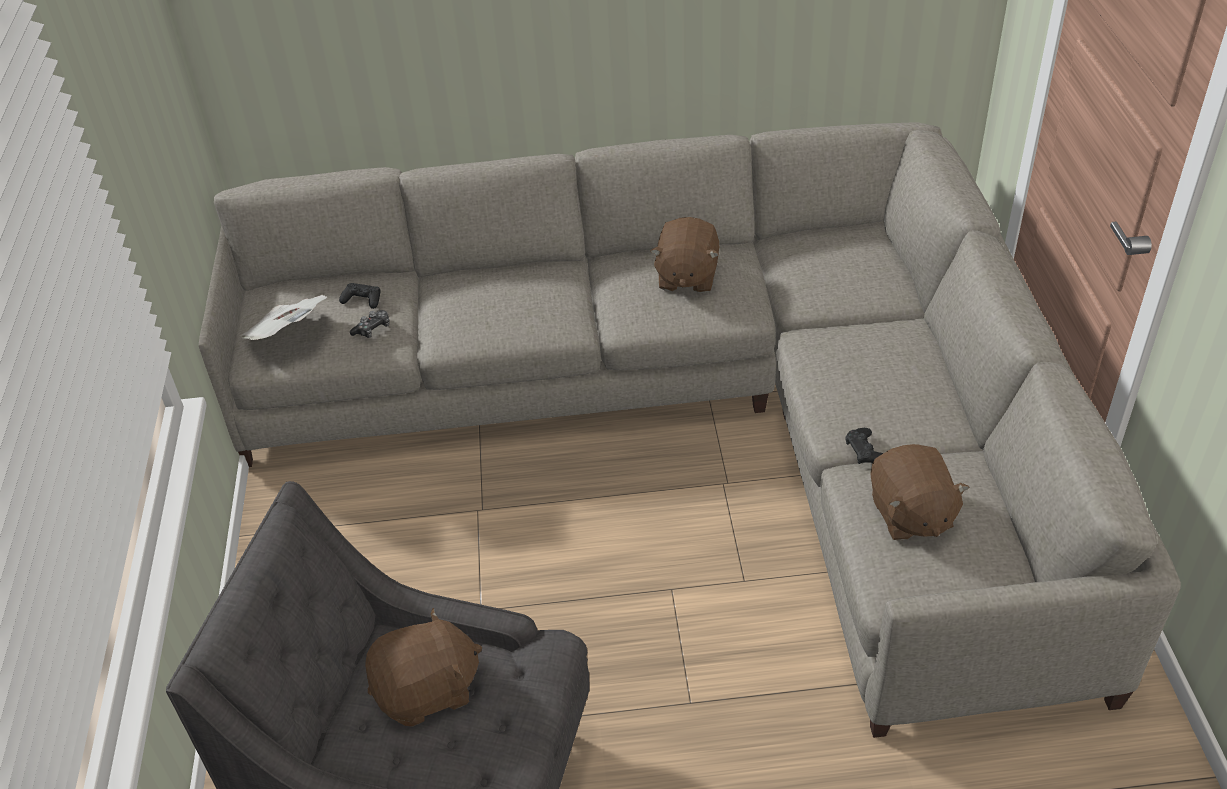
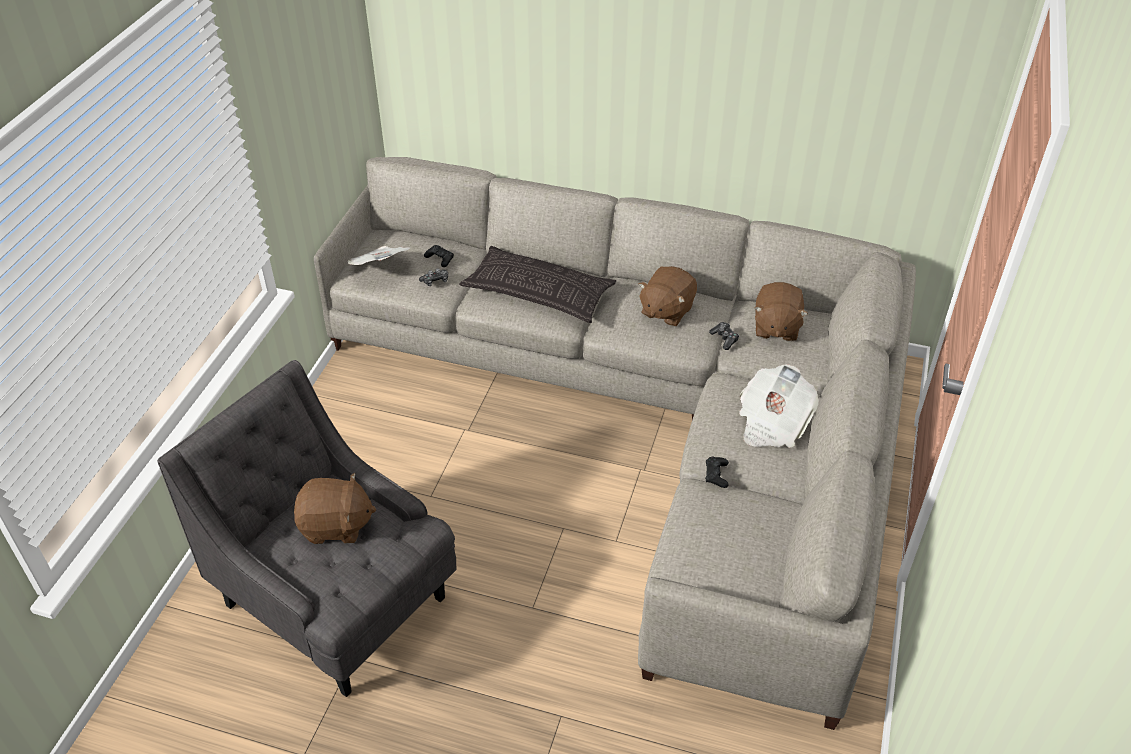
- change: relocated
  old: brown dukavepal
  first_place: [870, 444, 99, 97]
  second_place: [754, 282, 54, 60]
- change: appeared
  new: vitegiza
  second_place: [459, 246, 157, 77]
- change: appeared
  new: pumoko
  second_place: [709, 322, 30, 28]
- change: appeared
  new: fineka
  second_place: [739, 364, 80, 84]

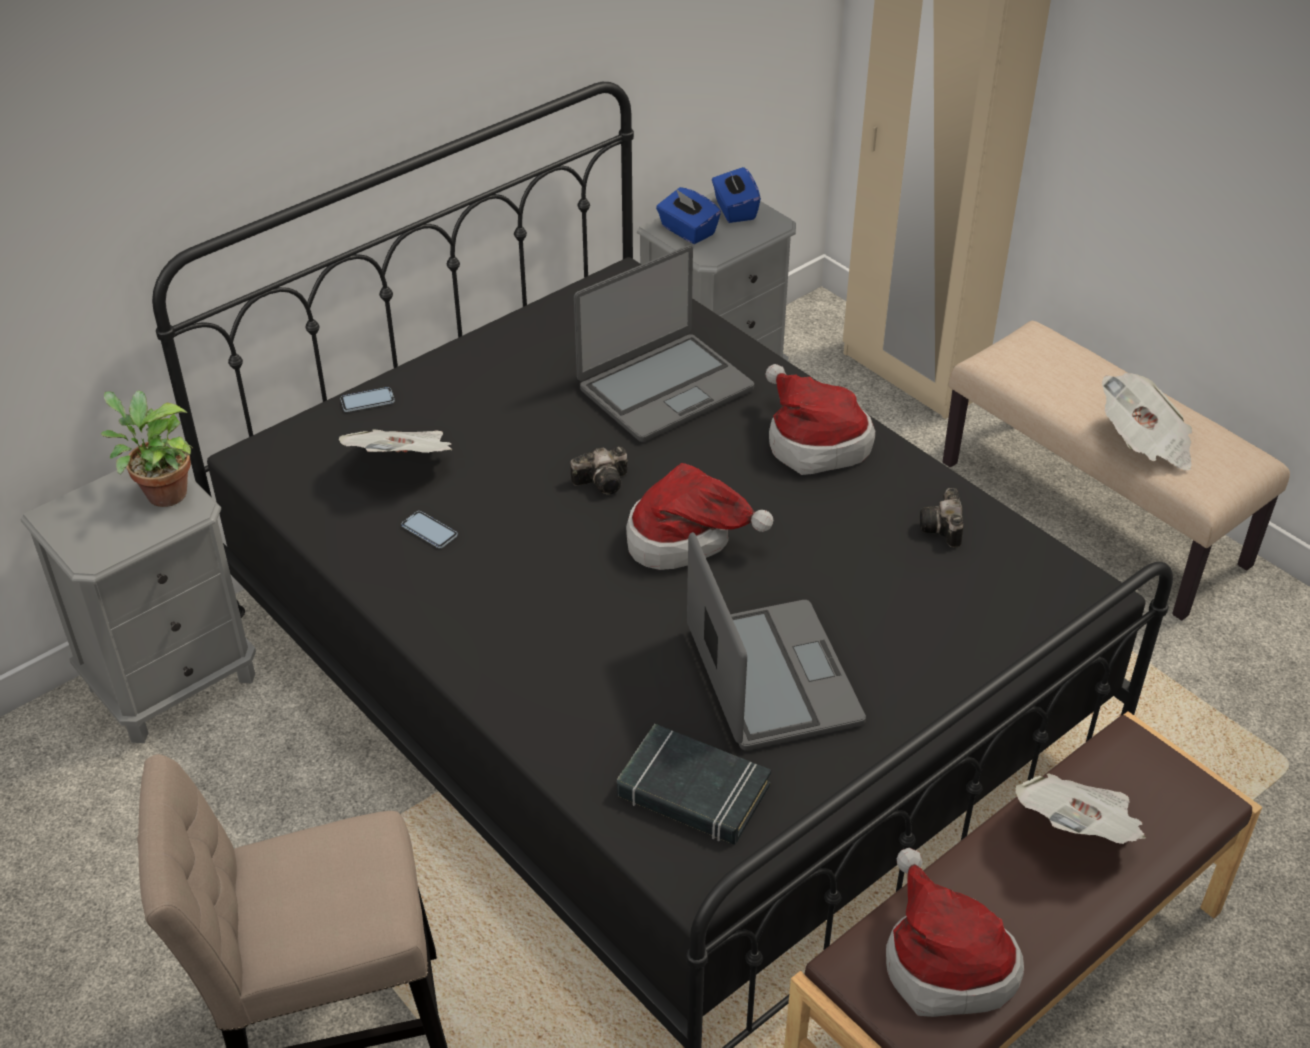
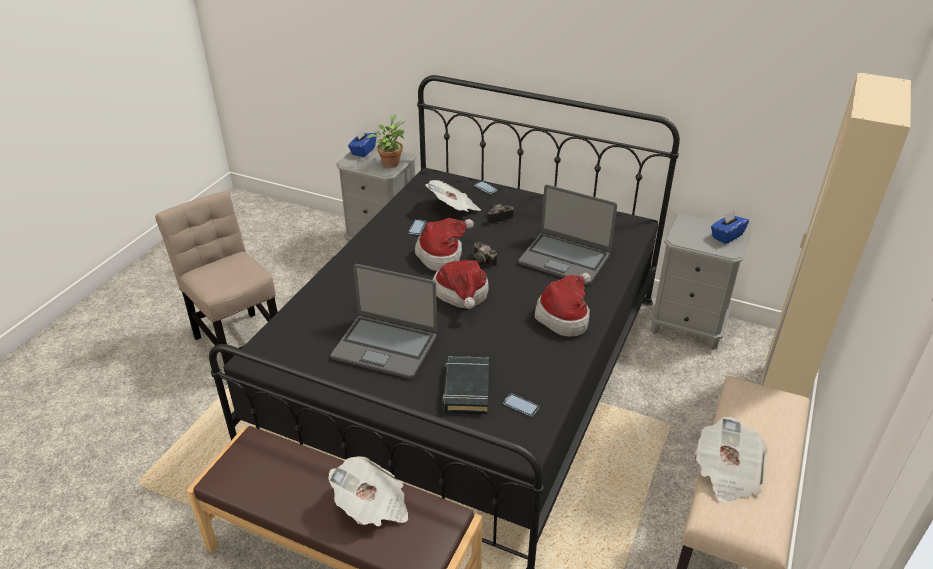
- change: relocated
  old: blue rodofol
  first_place: [656, 187, 65, 57]
  second_place: [348, 128, 29, 29]
- change: relocated
  old: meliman
  first_place: [920, 488, 43, 59]
  second_place: [488, 204, 26, 20]
- change: spun
  old: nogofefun
  first_place: [687, 532, 179, 219]
  second_place: [331, 264, 106, 115]
  degrees: 60
- change: relocated
  old: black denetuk
  first_place: [617, 724, 154, 120]
  second_place: [443, 356, 46, 58]
- change: relocated
  old: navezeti
  first_place: [886, 848, 138, 169]
  second_place: [415, 218, 59, 53]
- change: appeared
  new: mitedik
  second_place: [503, 393, 36, 24]

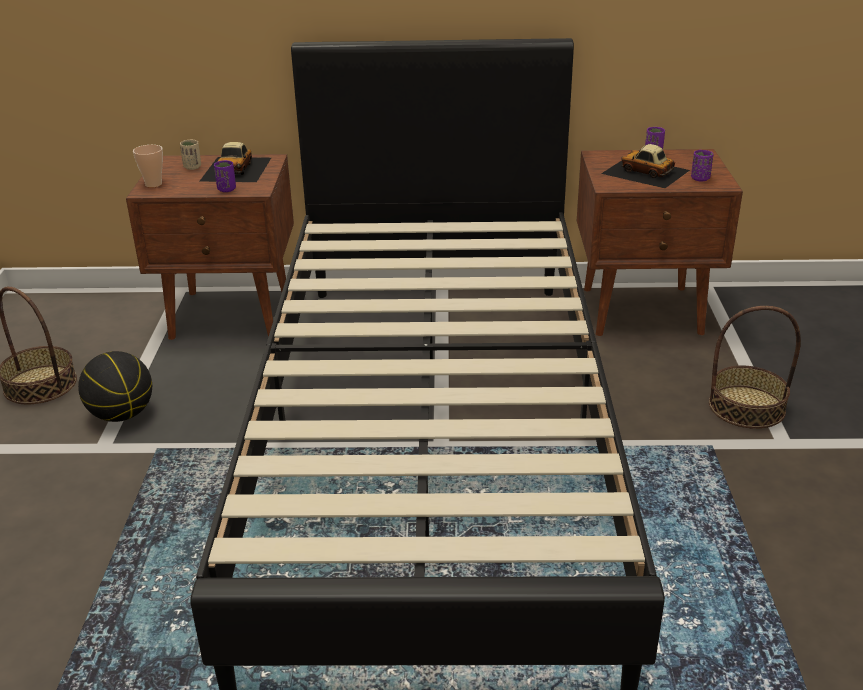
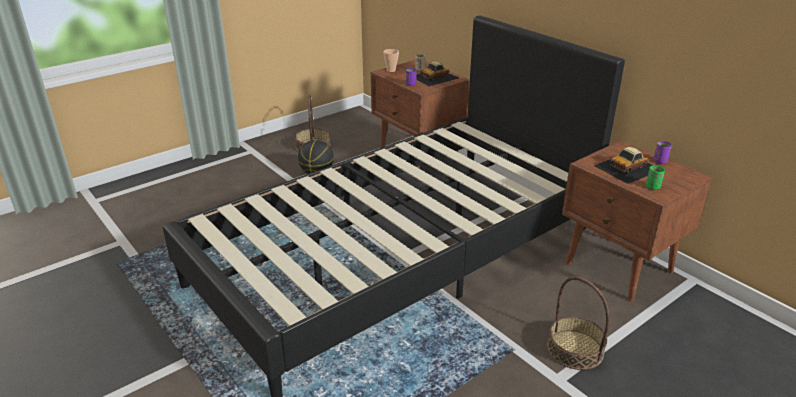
- change: spun
  old: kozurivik
  first_place: [601, 144, 89, 44]
  second_place: [594, 147, 58, 37]
  degrees: -120
- change: colour
  old: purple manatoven
  new: green manatoven
  first_place: [691, 150, 23, 31]
  second_place: [646, 165, 19, 25]

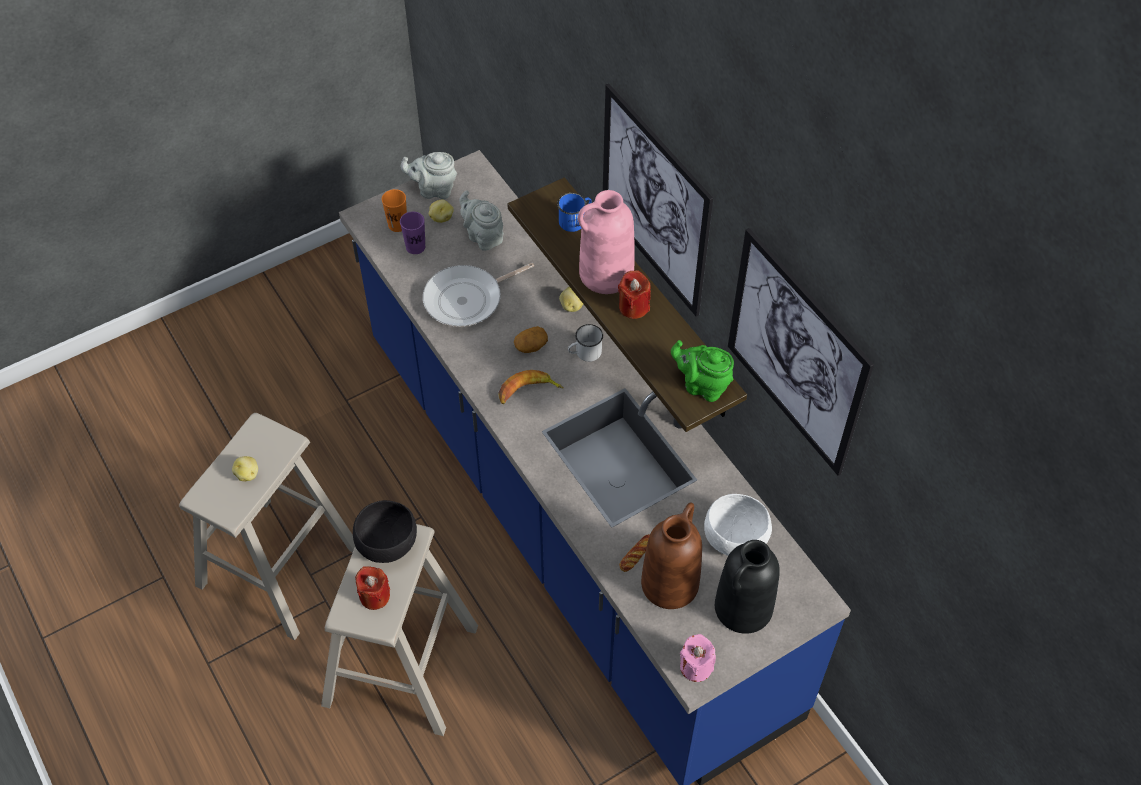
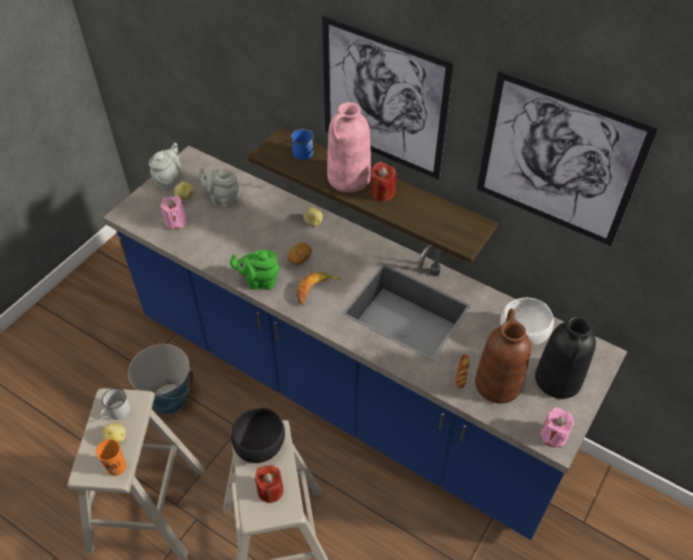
- change: spun
  old: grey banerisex
  first_place: [400, 152, 57, 47]
  second_place: [149, 143, 32, 48]
  degrees: 135
- change: relocated
  old: orange manatoven
  first_place: [382, 189, 25, 43]
  second_place: [96, 439, 30, 37]
- change: exchanged
  old: purple manatoven
  new: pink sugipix
  first_place: [400, 212, 25, 42]
  second_place: [160, 196, 27, 34]
- change: missing
  old: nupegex
  first_place: [423, 263, 111, 64]
- change: relocated
  old: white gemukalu
  first_place: [568, 324, 35, 38]
  second_place: [99, 388, 31, 32]
- change: relocated
  old: green banerisex
  first_place: [671, 340, 63, 62]
  second_place: [230, 250, 50, 40]
- change: appeared
  new: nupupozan
  second_place: [128, 343, 65, 71]

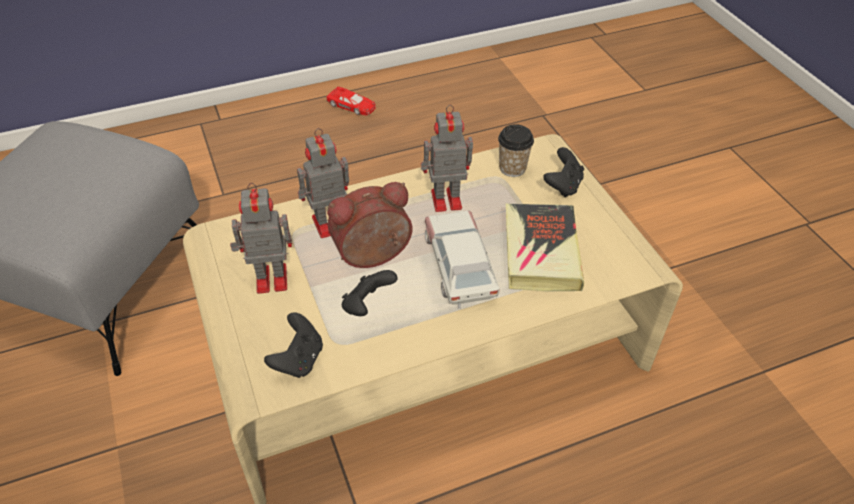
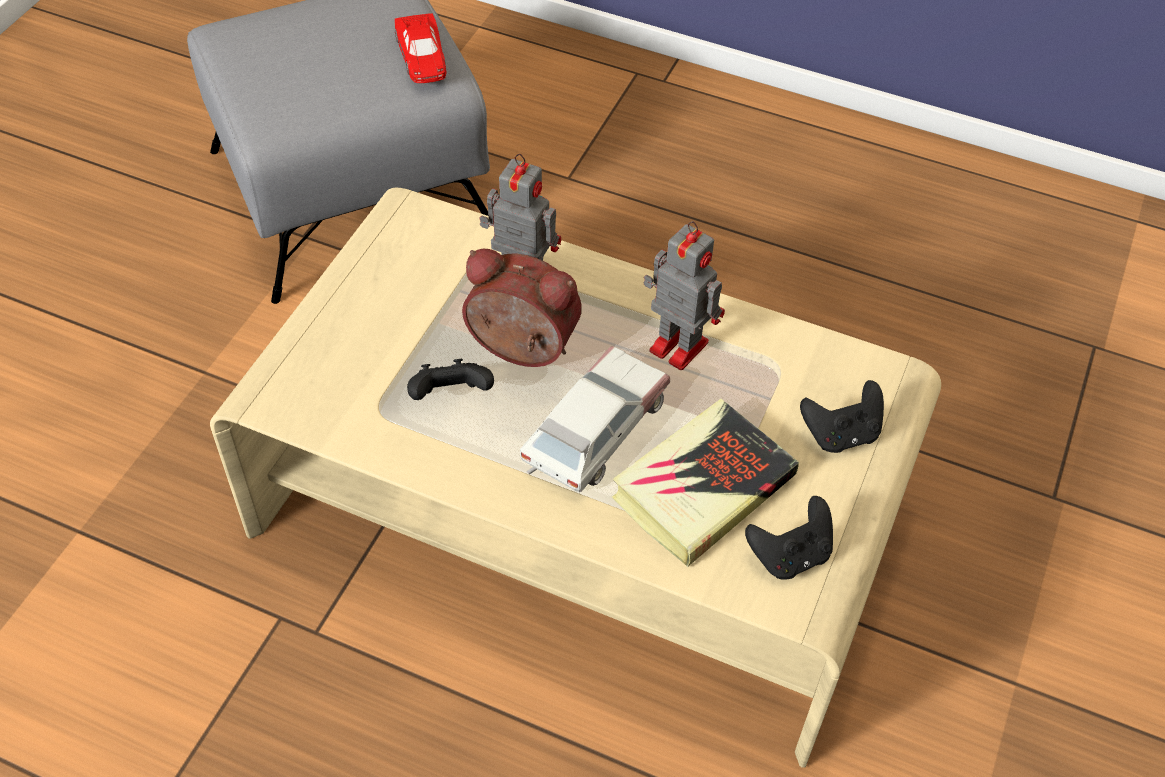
- change: relocated
  old: red kozurivik
  first_place: [326, 86, 50, 29]
  second_place: [395, 13, 52, 70]
- change: missing
  old: manatoven
  first_place: [498, 124, 36, 53]
- change: missing
  old: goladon
  first_place: [230, 183, 62, 111]
- change: relocated
  old: black pumoko
  first_place: [264, 312, 59, 66]
  second_place: [745, 496, 88, 84]

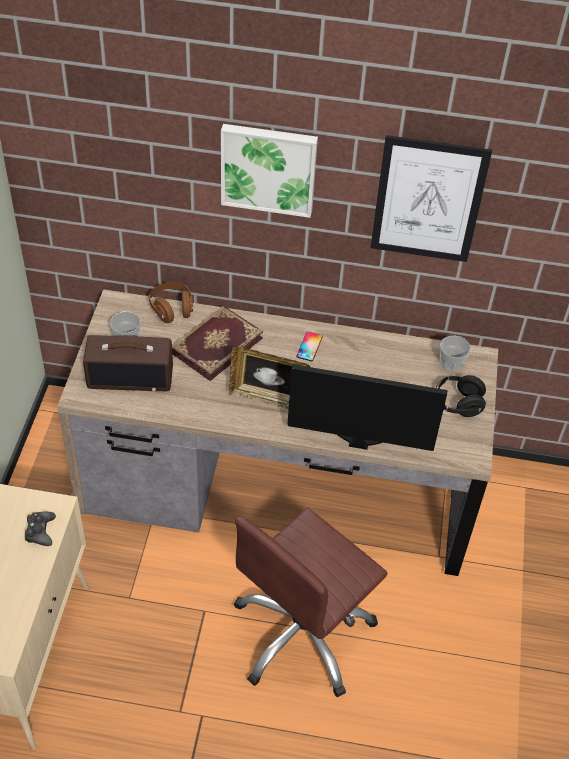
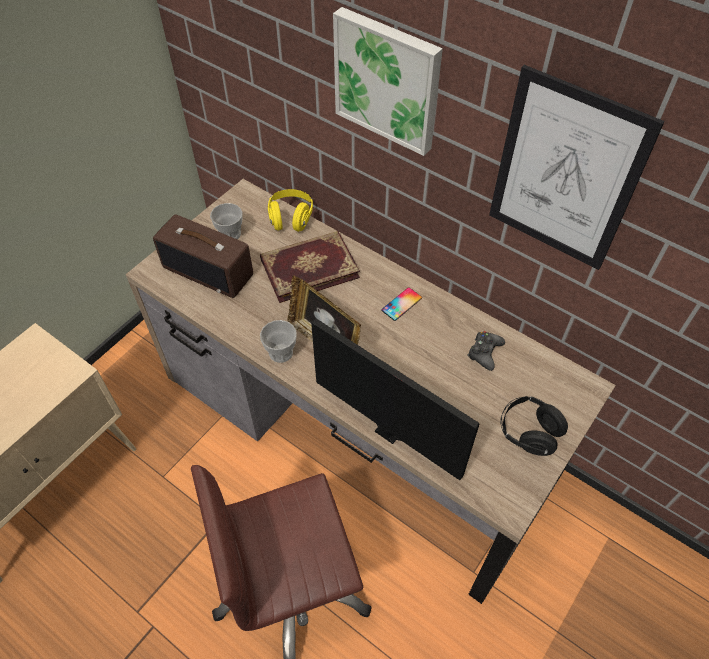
- change: colour
  old: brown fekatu
  new: yellow fekatu
  first_place: [148, 282, 45, 41]
  second_place: [268, 189, 45, 43]
- change: relocated
  old: manatoven
  first_place: [440, 335, 31, 37]
  second_place: [260, 320, 37, 43]
- change: relocated
  old: black pumoko
  first_place: [25, 512, 31, 34]
  second_place: [467, 331, 38, 40]

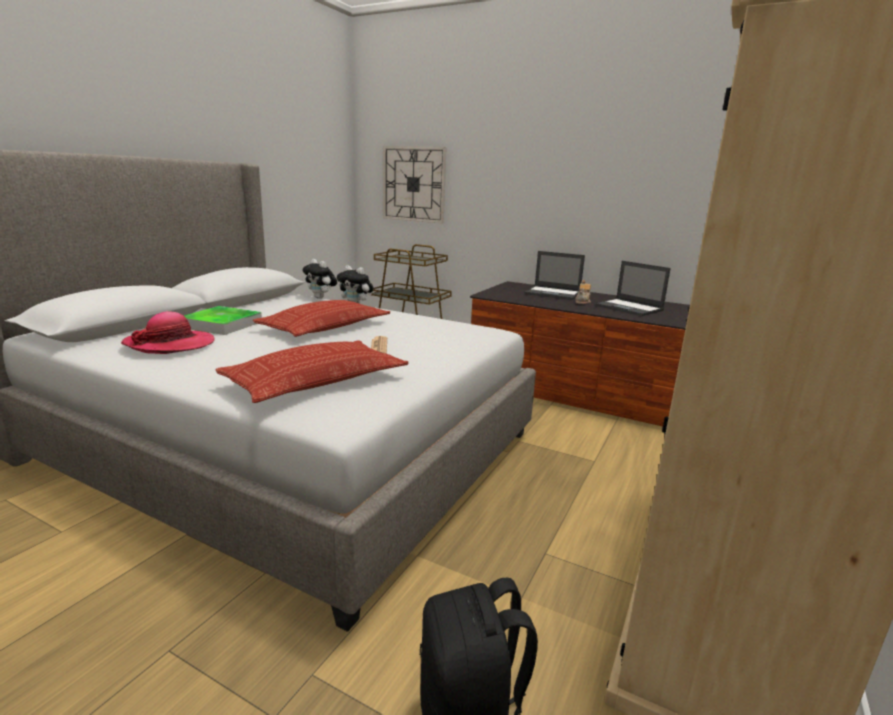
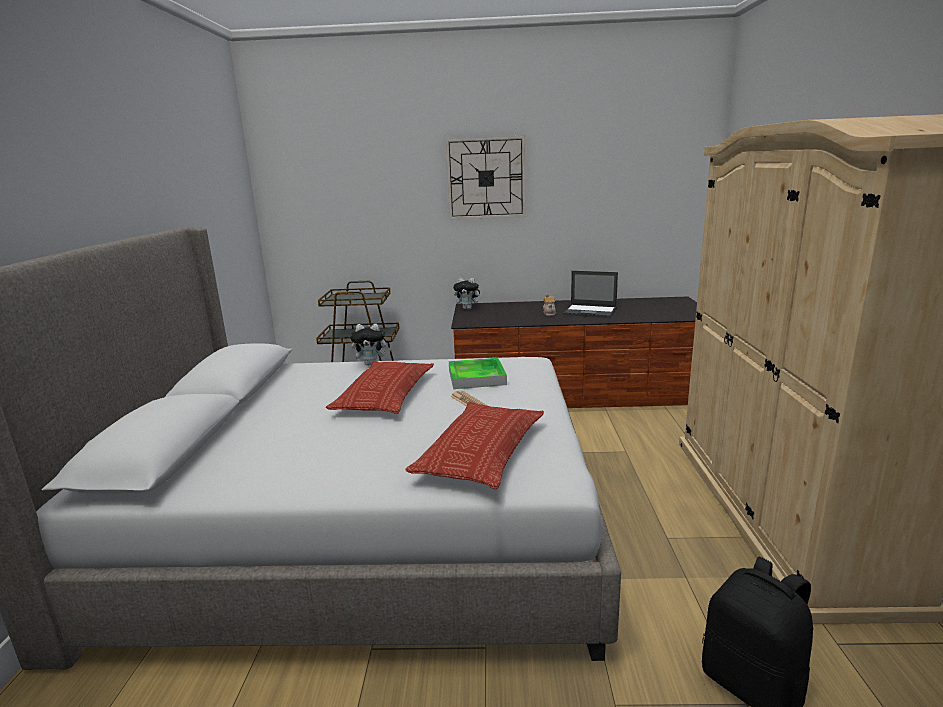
- change: relocated
  old: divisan
  first_place: [383, 146, 64, 77]
  second_place: [445, 136, 81, 84]
- change: missing
  old: nogofefun
  first_place: [525, 251, 60, 49]
- change: relocated
  old: dukavepal
  first_place: [302, 259, 35, 40]
  second_place: [453, 278, 29, 31]
- change: relocated
  old: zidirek
  first_place: [184, 306, 78, 29]
  second_place: [449, 358, 58, 31]
- change: missing
  old: navezeti
  first_place: [121, 311, 94, 43]

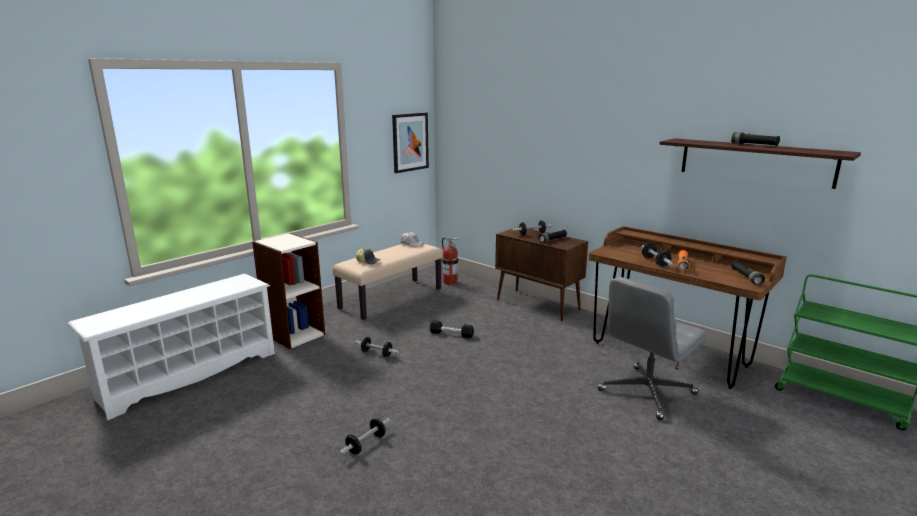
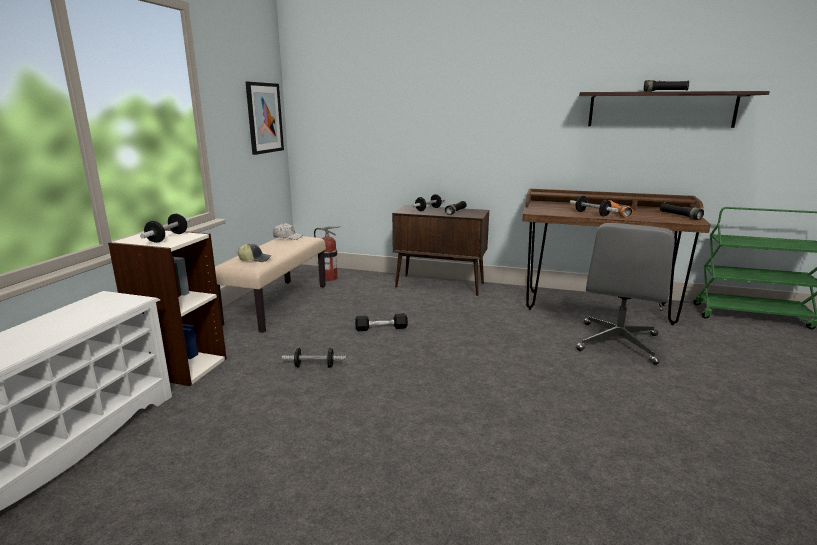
- change: relocated
  old: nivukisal
  first_place: [339, 418, 51, 37]
  second_place: [140, 214, 50, 29]

